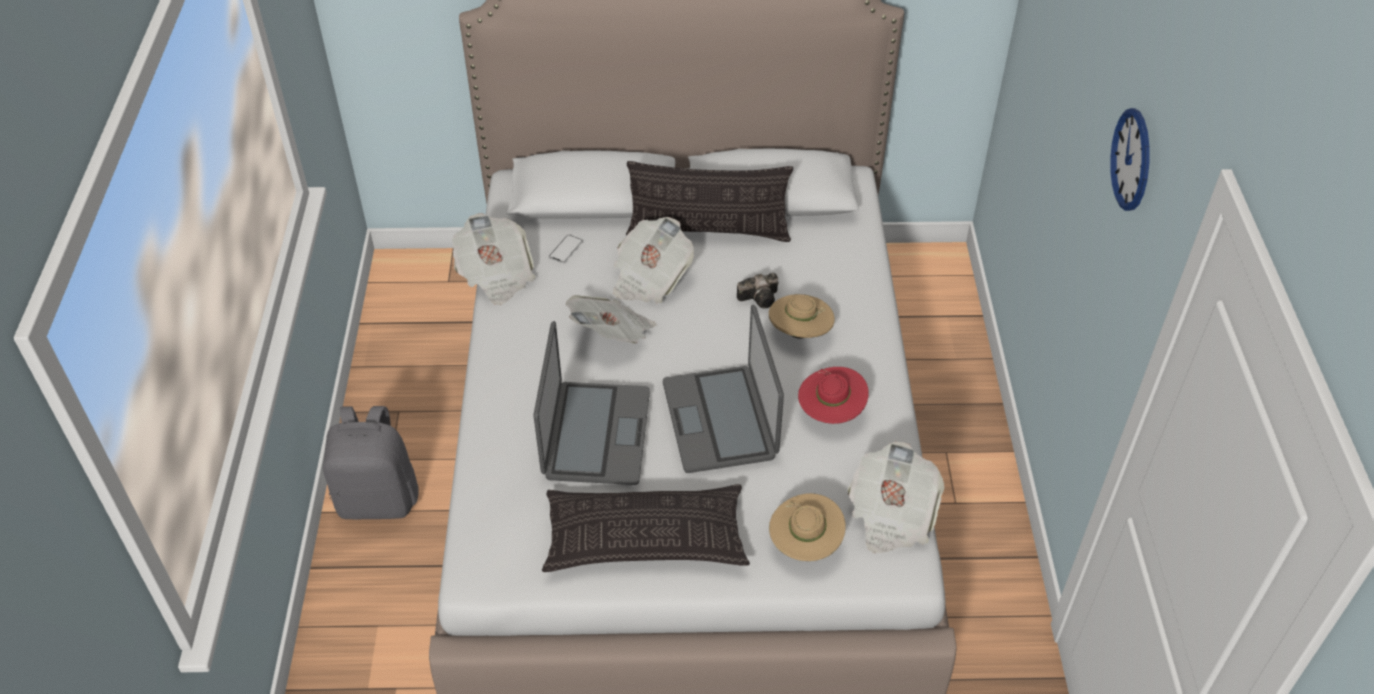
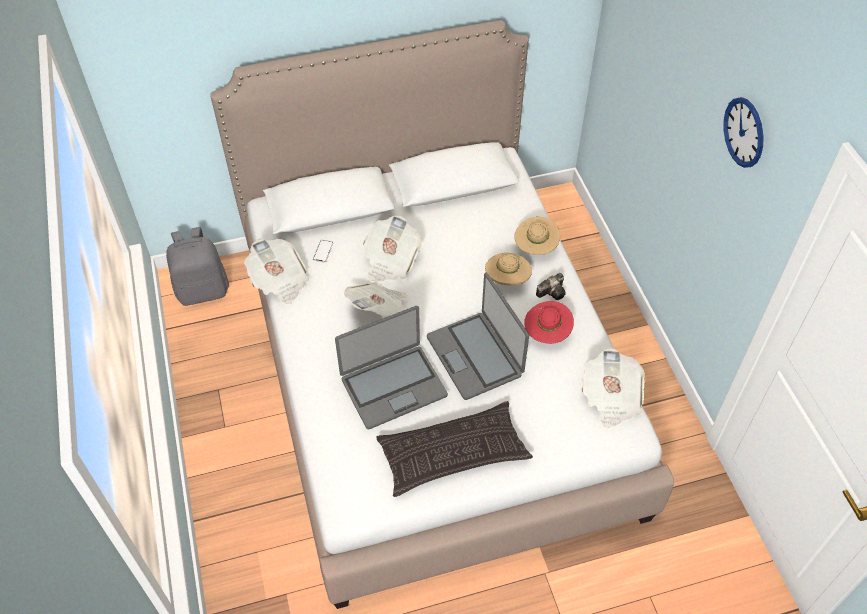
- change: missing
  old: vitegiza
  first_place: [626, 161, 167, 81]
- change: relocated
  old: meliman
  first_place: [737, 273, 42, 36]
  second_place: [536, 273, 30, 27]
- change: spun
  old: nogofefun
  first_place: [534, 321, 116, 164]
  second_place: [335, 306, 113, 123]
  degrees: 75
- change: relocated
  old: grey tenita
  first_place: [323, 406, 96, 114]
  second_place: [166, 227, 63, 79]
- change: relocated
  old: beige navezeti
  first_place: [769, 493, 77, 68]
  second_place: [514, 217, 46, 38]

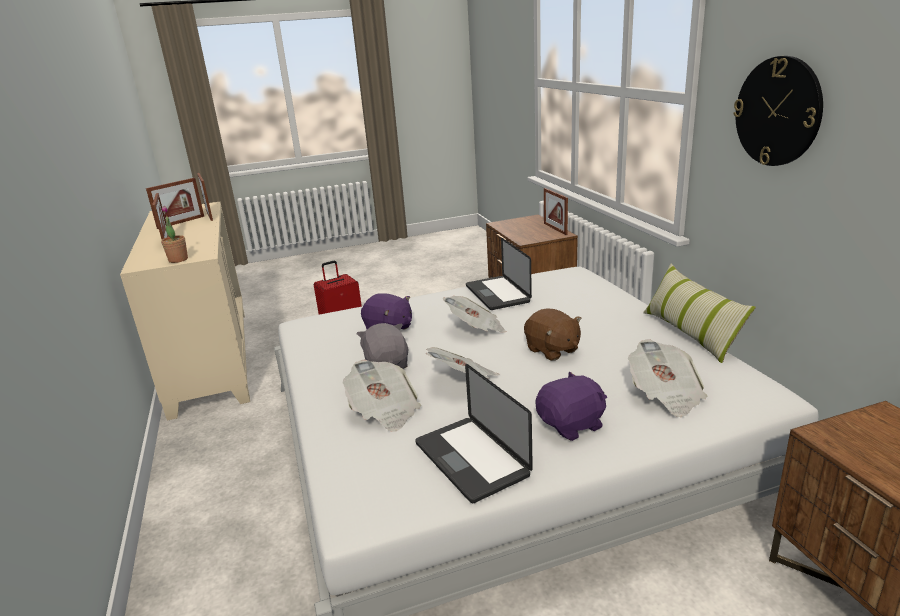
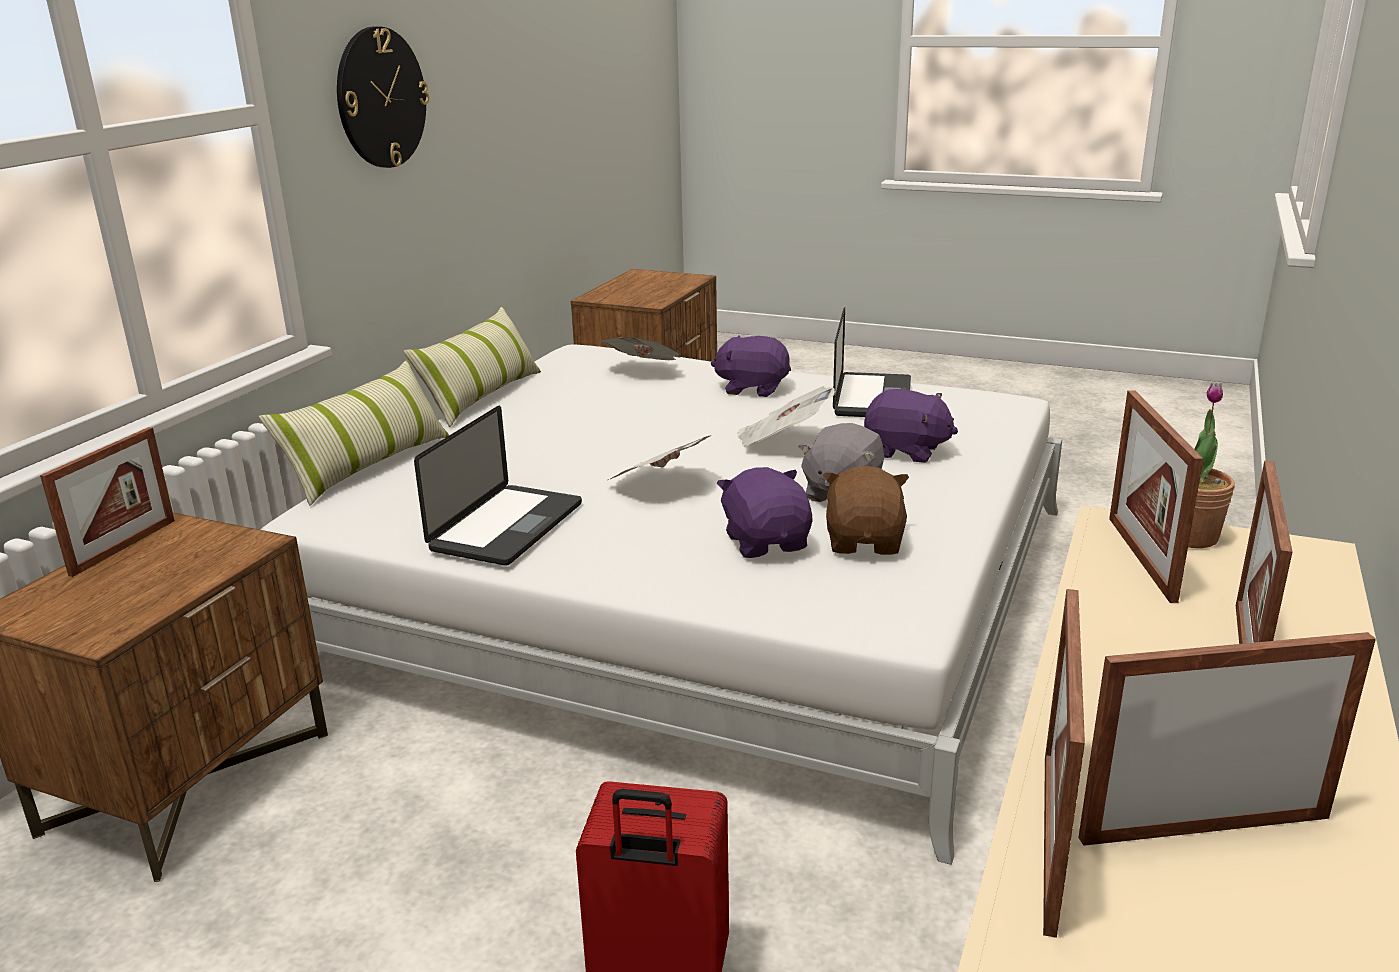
- change: relocated
  old: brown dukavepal
  first_place: [524, 308, 58, 53]
  second_place: [823, 466, 86, 89]
- change: exchanged
  old: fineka
  new: purple dukavepal
  first_place: [343, 360, 78, 72]
  second_place: [864, 389, 94, 74]
- change: appeared
  new: vitegiza
  second_place: [259, 360, 190, 146]
- change: appeared
  new: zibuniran
  second_place: [1109, 390, 94, 213]

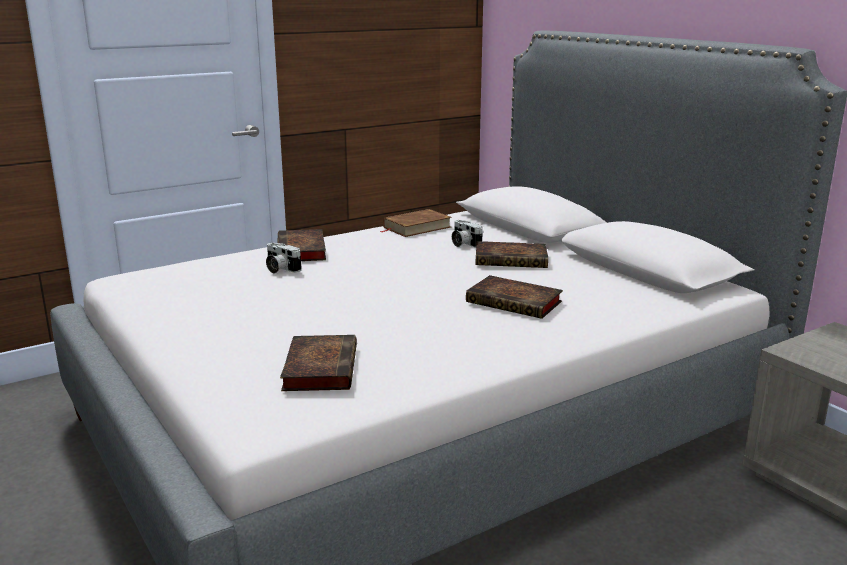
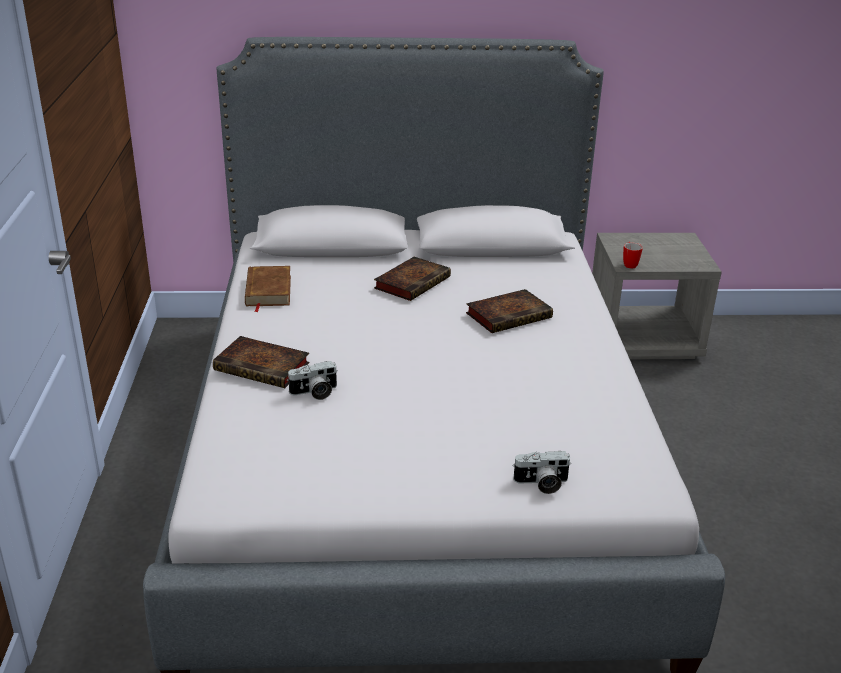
- change: relocated
  old: meliman
  first_place: [452, 220, 31, 28]
  second_place: [513, 451, 58, 43]
- change: missing
  old: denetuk
  first_place: [280, 335, 77, 56]
- change: appeared
  new: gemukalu
  second_place: [623, 242, 20, 27]

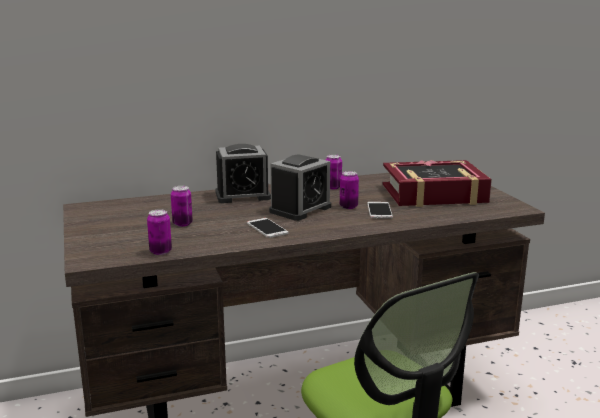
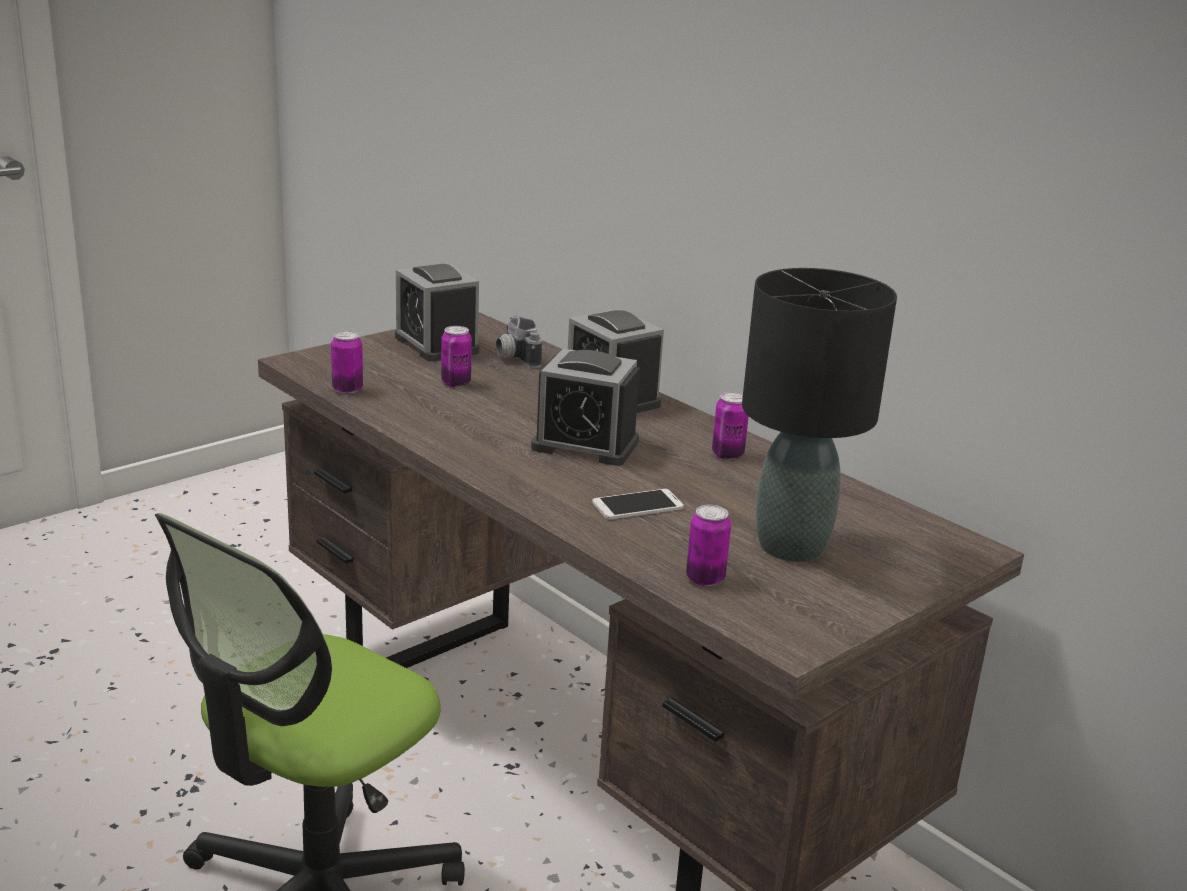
- change: exchanged
  old: denetuk
  new: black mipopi
  first_place: [382, 160, 110, 47]
  second_place: [742, 268, 155, 294]
- change: relocated
  old: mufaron
  first_place: [340, 171, 19, 38]
  second_place: [686, 505, 45, 81]
- change: missing
  old: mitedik
  first_place: [247, 218, 41, 20]
- change: appeared
  new: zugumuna
  second_place: [395, 263, 84, 99]
- change: appeared
  new: meliman
  second_place: [496, 315, 46, 53]

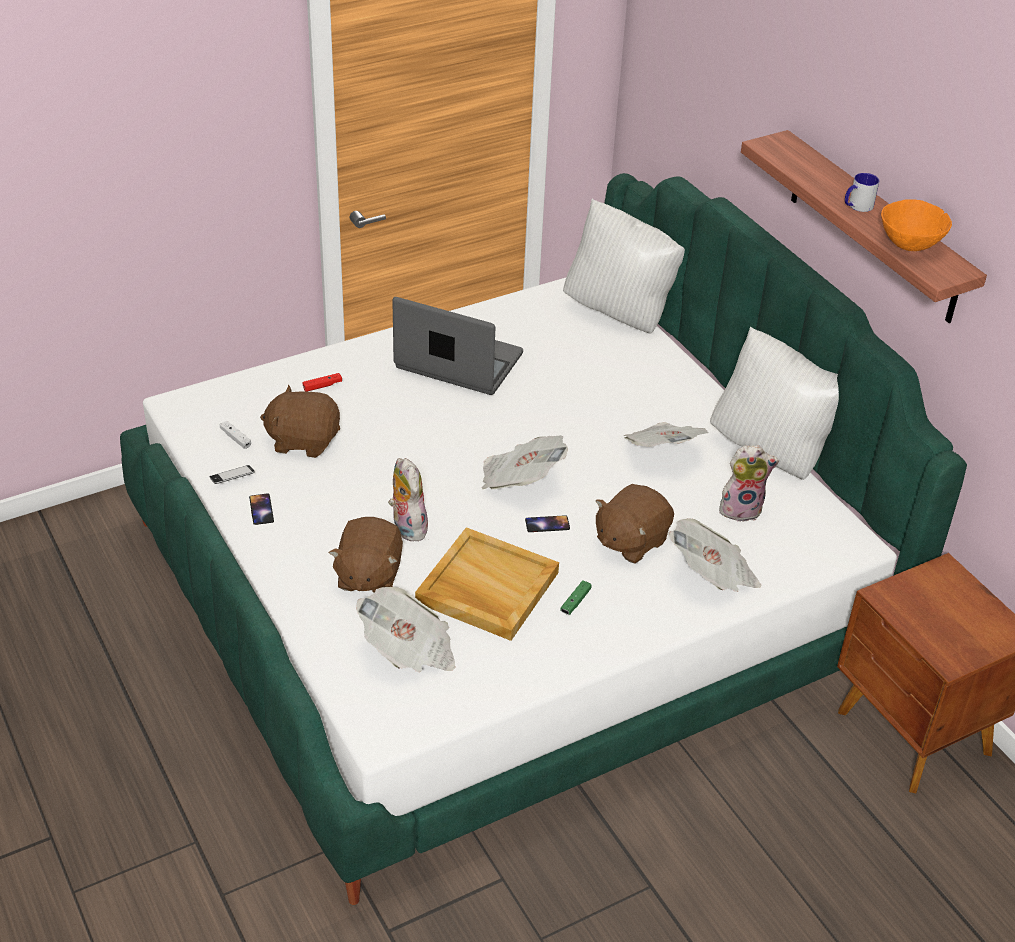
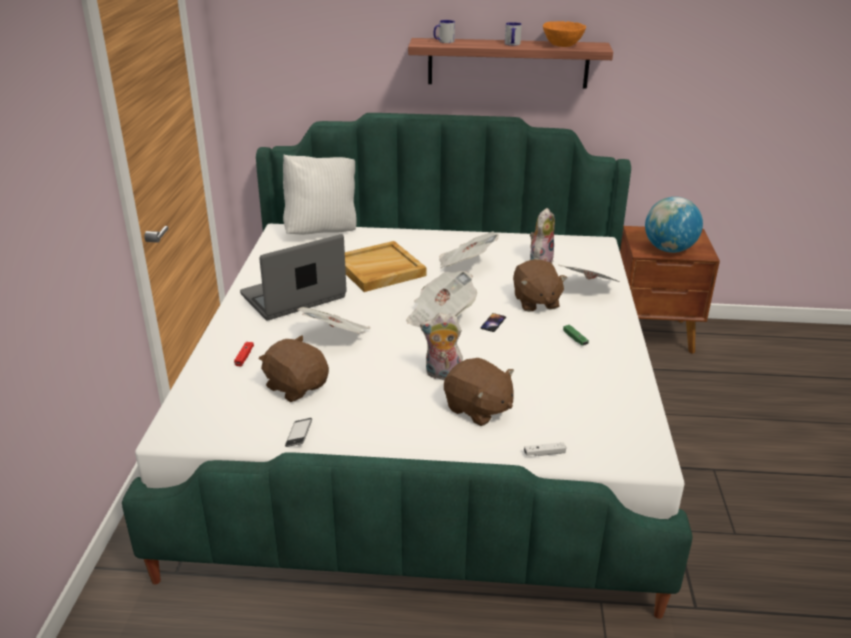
- change: missing
  old: white vitegiza
  first_place: [710, 327, 129, 153]
- change: spun
  old: brown dukavepal
  first_place: [260, 385, 80, 73]
  second_place: [259, 336, 70, 66]
  degrees: 90
- change: relocated
  old: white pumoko
  first_place: [220, 421, 31, 28]
  second_place: [524, 442, 42, 14]
- change: missing
  old: mitedik
  first_place: [249, 493, 25, 32]
- change: relocated
  old: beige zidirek
  first_place: [415, 527, 144, 114]
  second_place: [345, 241, 82, 51]
- change: relocated
  old: fineka
  first_place: [356, 587, 100, 85]
  second_place: [297, 307, 74, 27]
- change: appeared
  new: gemukalu
  second_place: [433, 20, 22, 23]
- change: appeared
  new: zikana
  second_place: [645, 197, 58, 56]

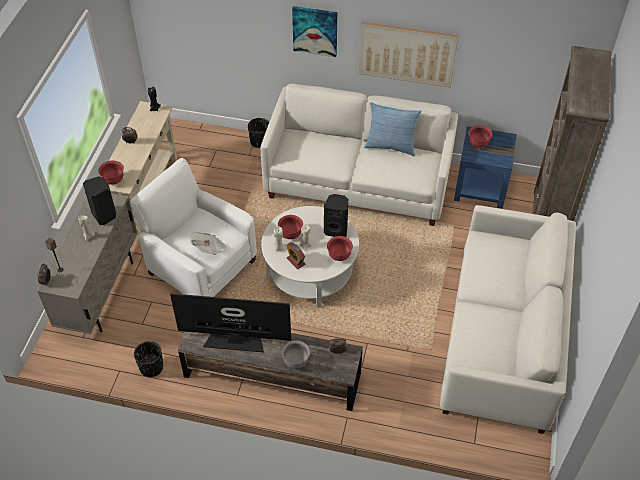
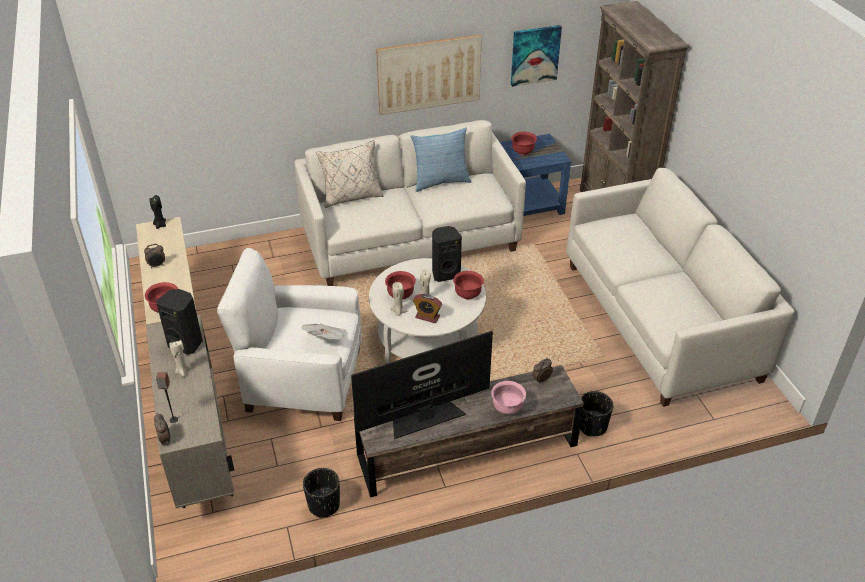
- change: relocated
  old: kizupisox
  first_place: [292, 6, 45, 51]
  second_place: [511, 25, 51, 62]
- change: relocated
  old: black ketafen
  first_place: [248, 118, 21, 30]
  second_place: [580, 391, 33, 45]
- change: colour
  old: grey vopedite
  new: pink vopedite
  first_place: [282, 340, 28, 29]
  second_place: [491, 381, 35, 33]
- change: appeared
  new: beige vitegiza
  second_place: [316, 140, 67, 68]

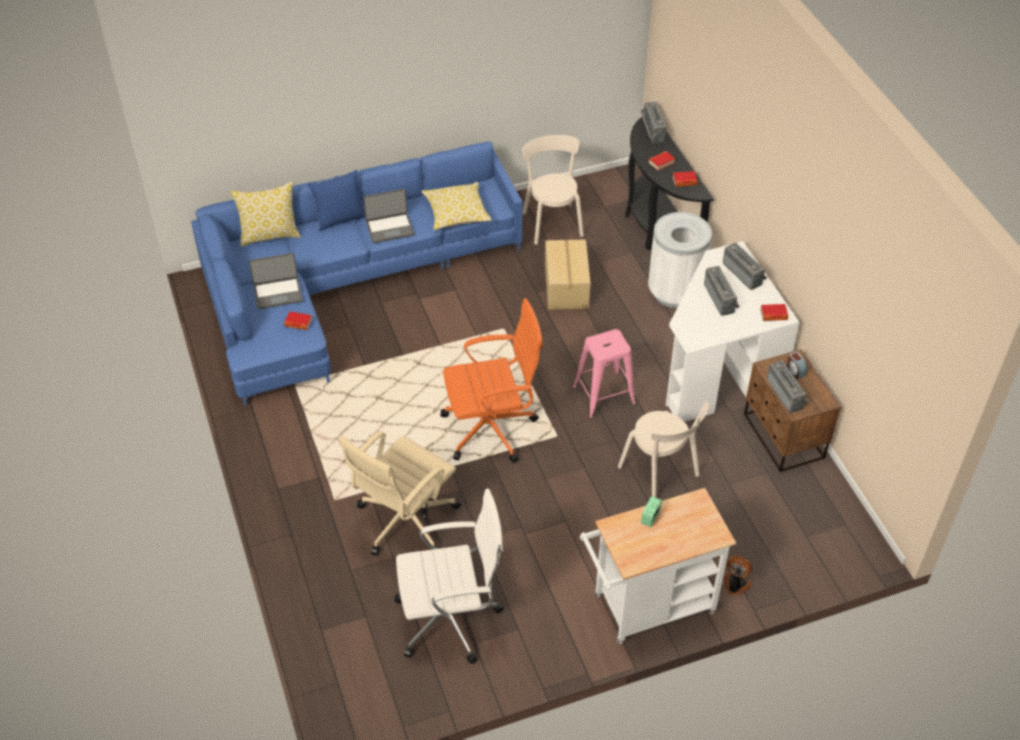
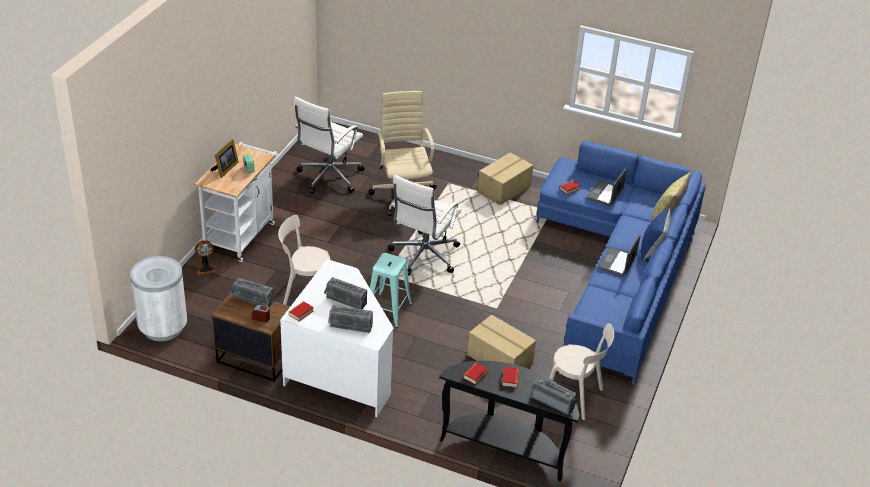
- change: missing
  old: vitegiza
  first_place: [422, 182, 70, 48]
- change: relocated
  old: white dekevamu
  first_place: [648, 212, 64, 96]
  second_place: [130, 256, 57, 85]
- change: colour
  old: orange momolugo
  new: white momolugo
  first_place: [440, 298, 103, 165]
  second_place: [388, 175, 73, 101]
- change: colour
  old: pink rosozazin
  new: turquoise rosozazin
  first_place: [572, 329, 64, 90]
  second_place: [370, 253, 42, 75]
- change: appeared
  new: zibuniran
  second_place: [211, 139, 28, 39]
- change: appeared
  new: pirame
  second_place: [477, 152, 56, 53]

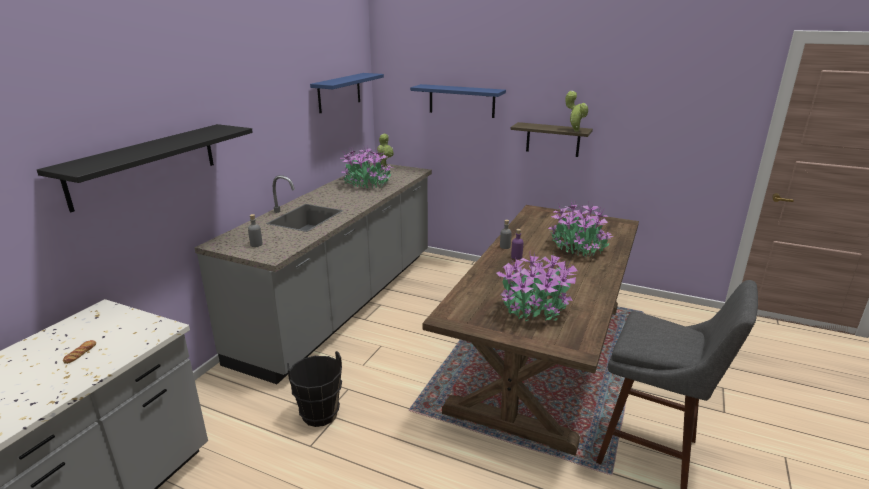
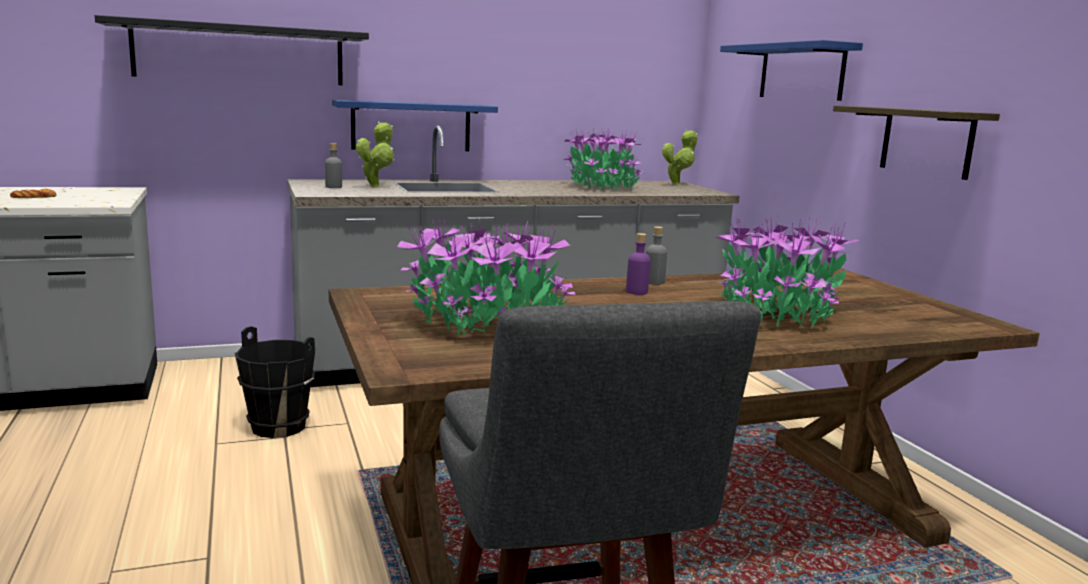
- change: relocated
  old: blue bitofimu
  first_place: [310, 73, 74, 40]
  second_place: [332, 99, 166, 52]
- change: relocated
  old: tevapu
  first_place: [565, 91, 23, 41]
  second_place: [356, 122, 38, 66]

